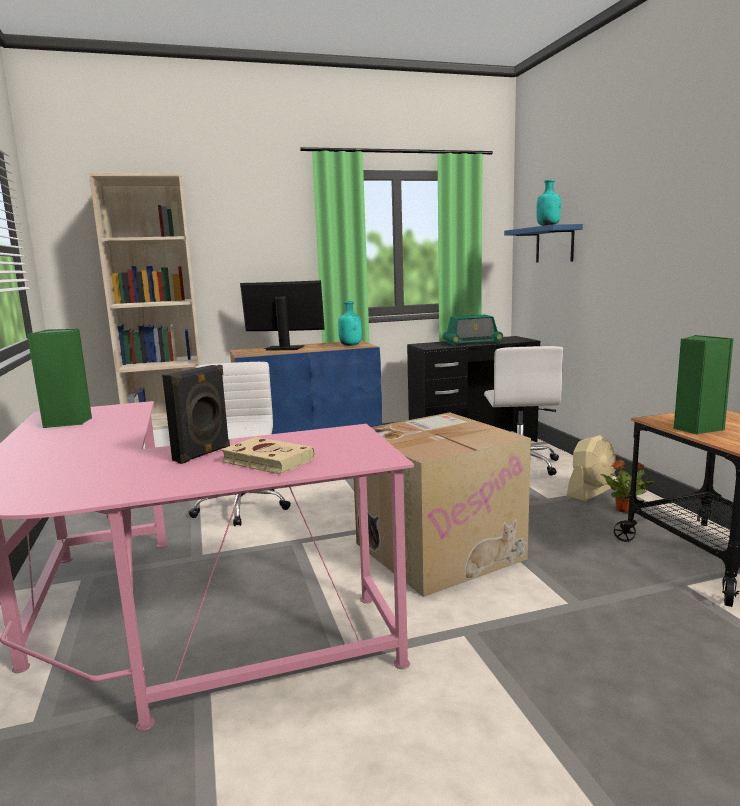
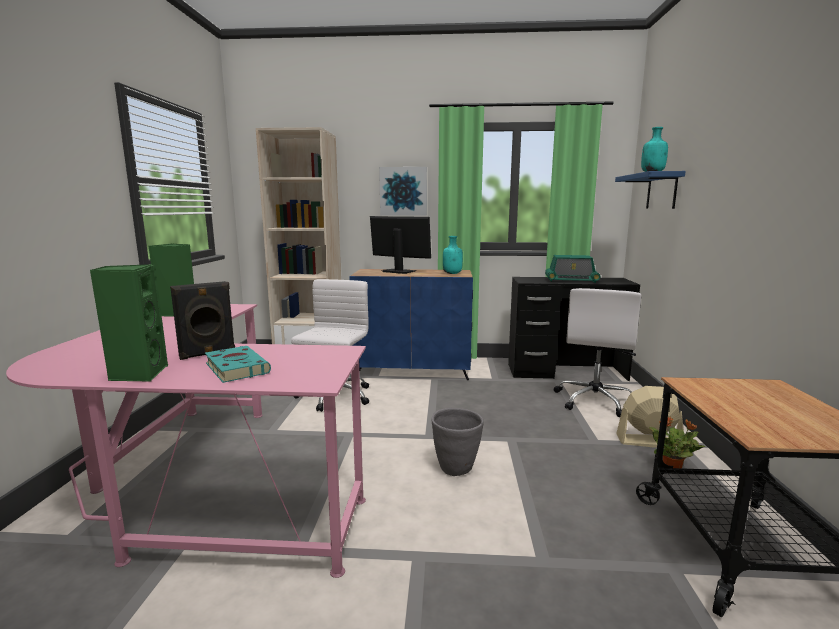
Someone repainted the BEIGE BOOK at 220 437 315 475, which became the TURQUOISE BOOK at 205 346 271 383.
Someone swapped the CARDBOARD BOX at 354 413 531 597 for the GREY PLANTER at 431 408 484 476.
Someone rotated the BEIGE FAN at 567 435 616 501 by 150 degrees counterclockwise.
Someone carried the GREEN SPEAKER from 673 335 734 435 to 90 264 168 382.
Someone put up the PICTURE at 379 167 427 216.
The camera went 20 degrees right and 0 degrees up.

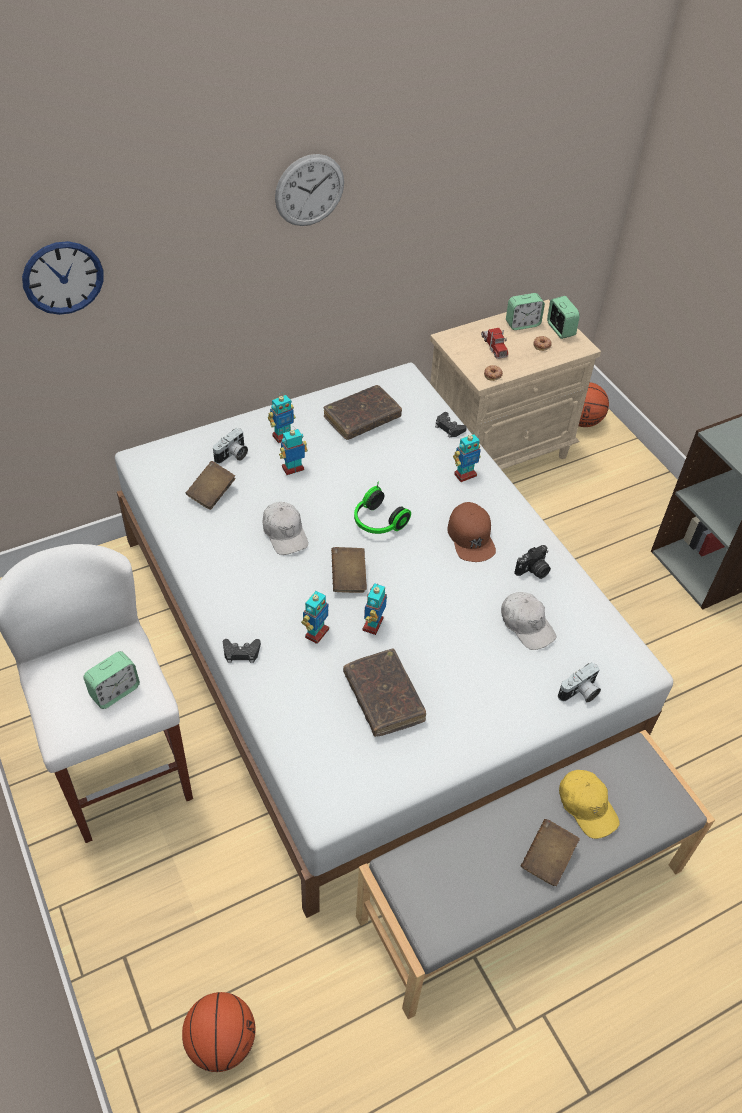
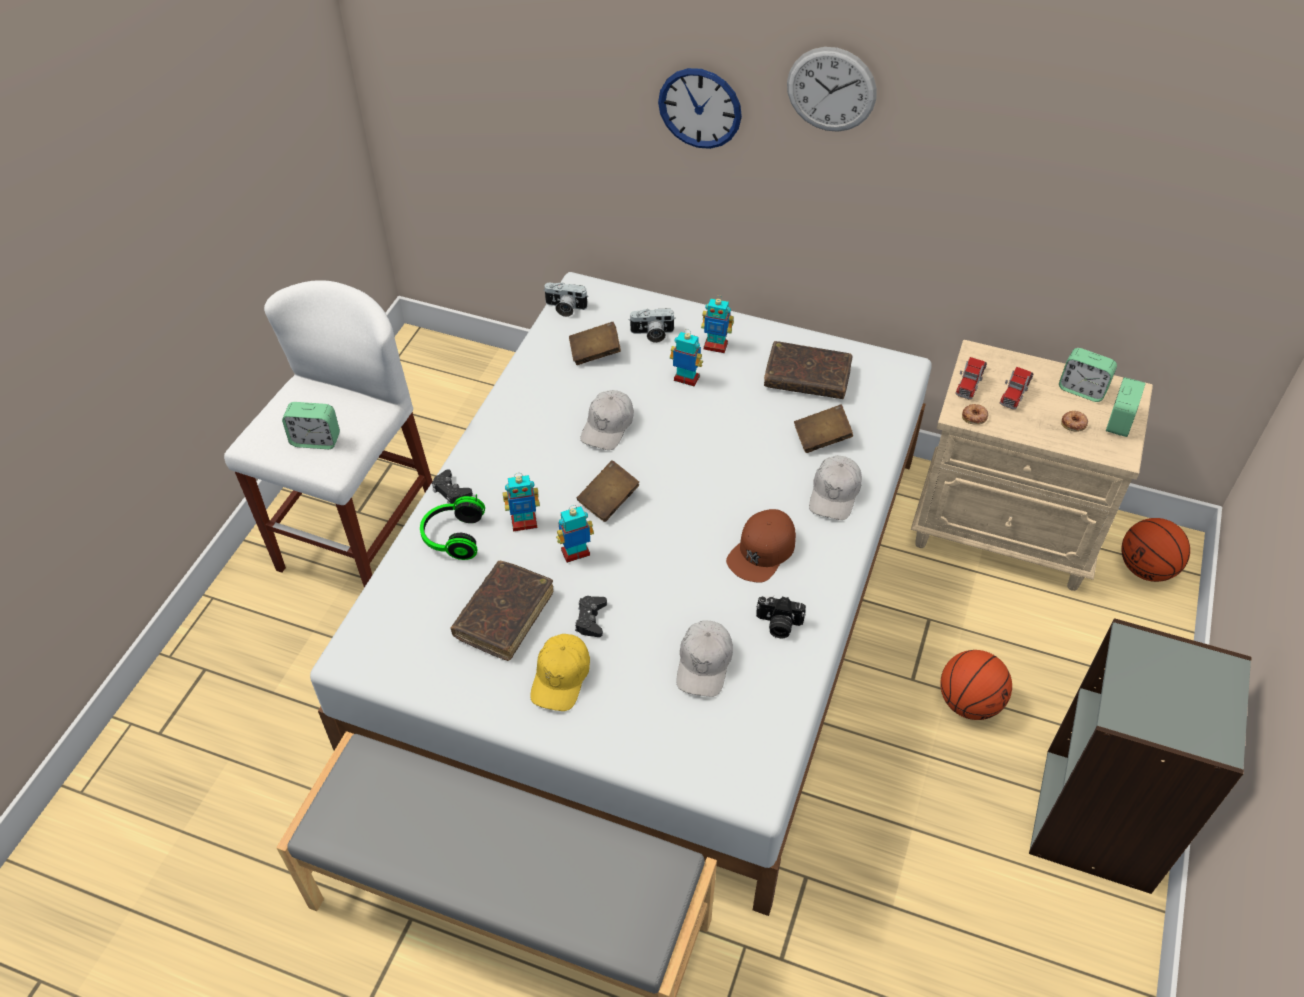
Someone carried the WALL CLOCK from 22 241 104 315 to 658 68 742 149.
Someone carried the BASKETBALL from 182 992 256 1072 to 940 650 1012 720.
Someone carried the HEADPHONES from 354 482 411 534 to 420 494 485 560.
Someone carried the BLACK GAME CONTROLLER from 435 412 467 438 to 575 596 607 637.
Someone swapped the TOY ROBOT at 453 432 481 482 for the WHITE CAP at 809 456 862 520.
Someone carried the BROWN BOOK from 521 819 580 886 to 794 404 853 453.
Someone carried the PHOTO CAMERA from 558 662 601 703 to 544 282 588 317.
Someone carried the YELLOW CAP from 559 770 620 839 to 530 634 590 711.
Someone put down the TOY TRUCK at 955 357 987 399.
The camera went 50 degrees right and 0 degrees up.

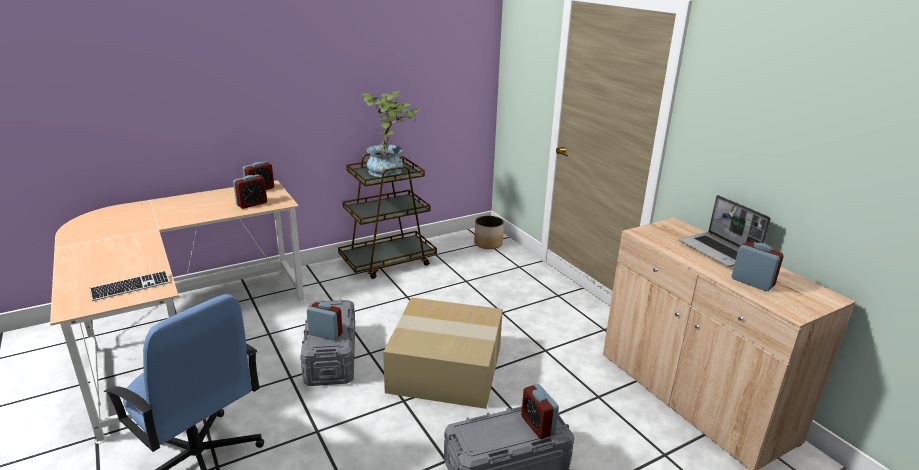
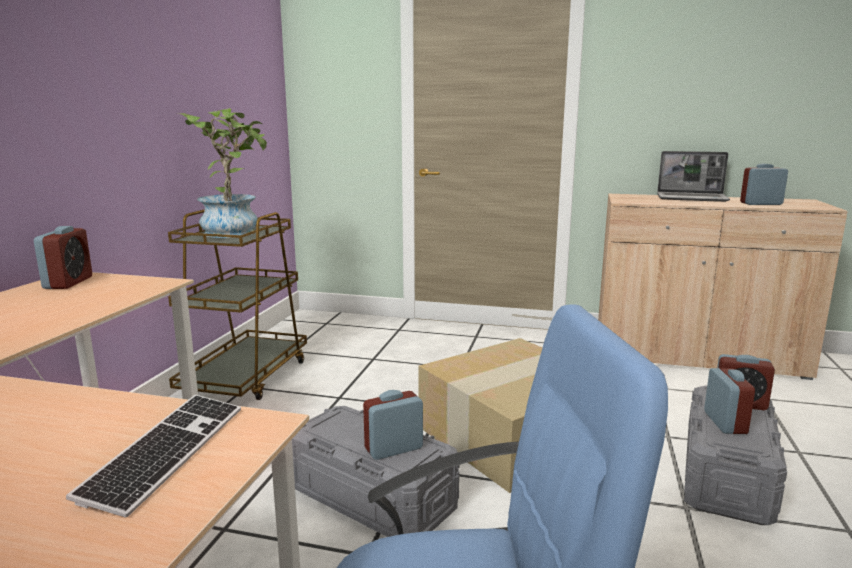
Someone carried the ALARM CLOCK from 233 174 267 209 to 704 368 755 434.
Someone took away the PLANTER at 474 216 504 249.
The camera went 45 degrees left and 10 degrees down.

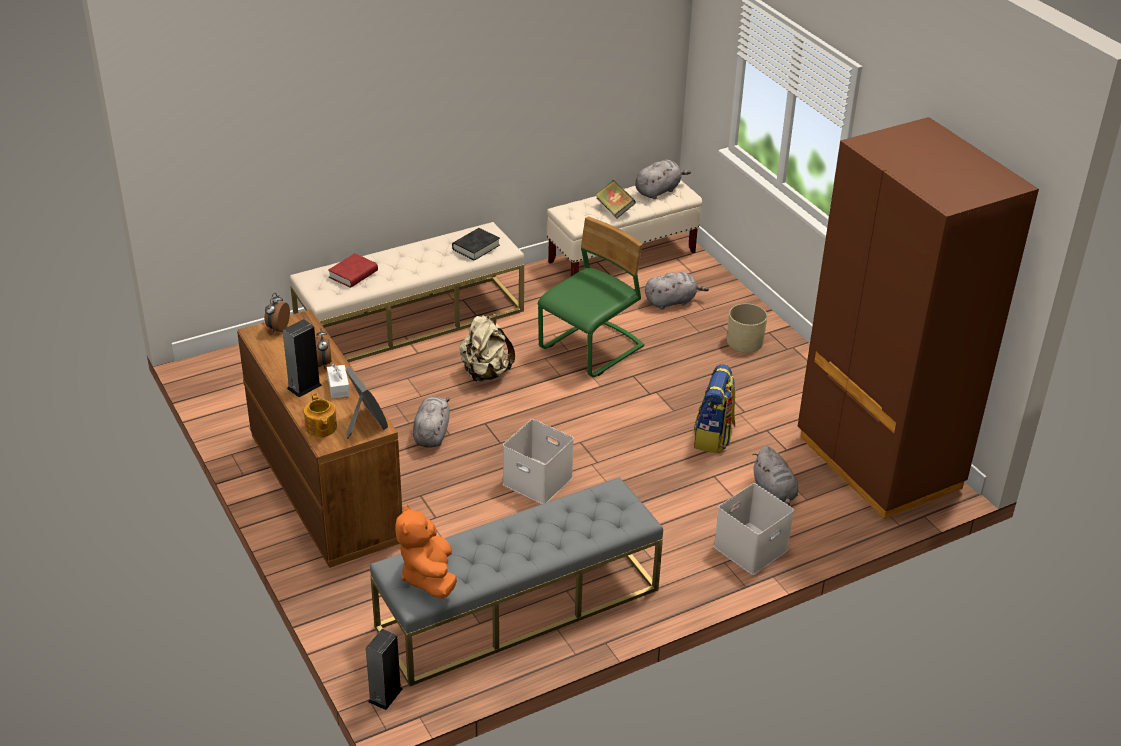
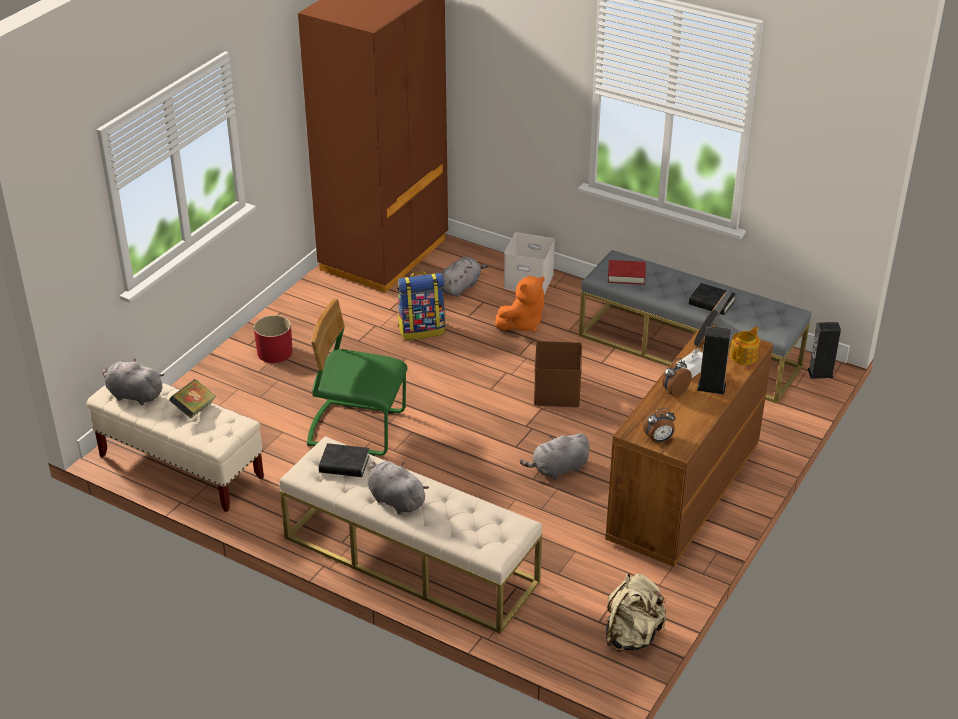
Someone carried the RED BOOK from 328 253 378 288 to 608 260 646 285.
Someone carried the ORANGE PLUSH TOY from 395 504 457 599 to 495 276 545 332.
Someone carried the BEIGE BACKPACK from 459 314 515 382 to 606 573 666 652.
Someone repainted the WHITE STORAGE BOX at 503 419 574 504, which became the BROWN STORAGE BOX at 534 341 582 407.
Someone carried the GREY PLUSH TOY from 645 272 709 310 to 368 461 429 514.
Someone repainted the BEIGE PLANTER at 727 303 767 353, which became the RED PLANTER at 254 315 293 363.
Someone put down the BLACK BOOK at 689 283 736 315.
The camera went 120 degrees left and 0 degrees up.

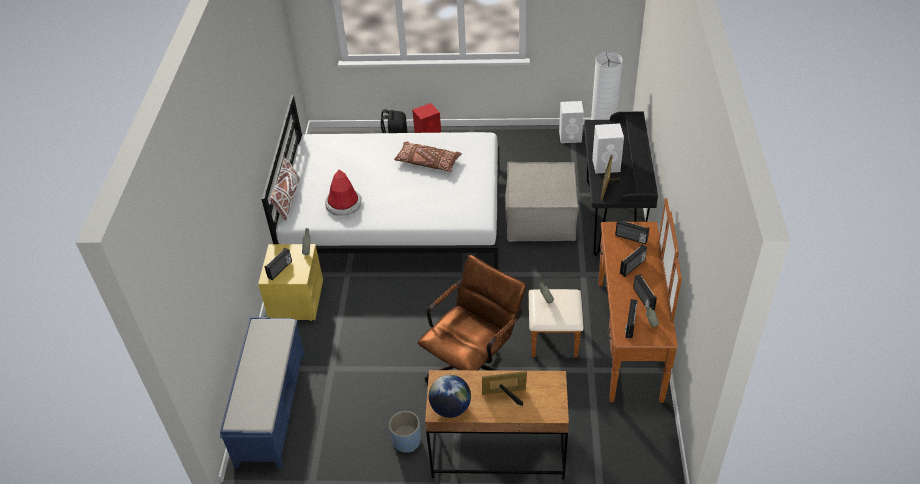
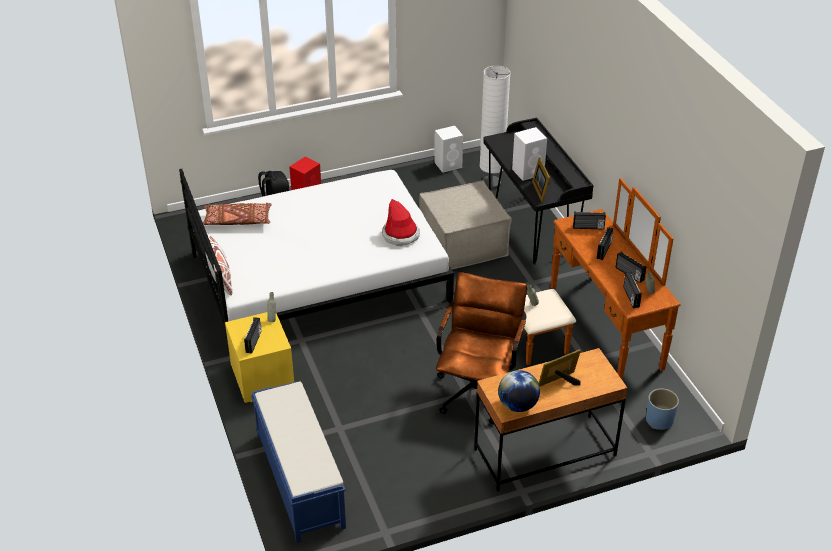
Someone carried the HAT from 325 170 362 216 to 382 199 420 246.
Someone carried the BLUE PLANTER from 389 411 421 452 to 646 388 679 430.
Someone carried the BROWN PILLOW from 394 141 462 172 to 203 203 272 225.
The camera went 25 degrees left and 5 degrees down.

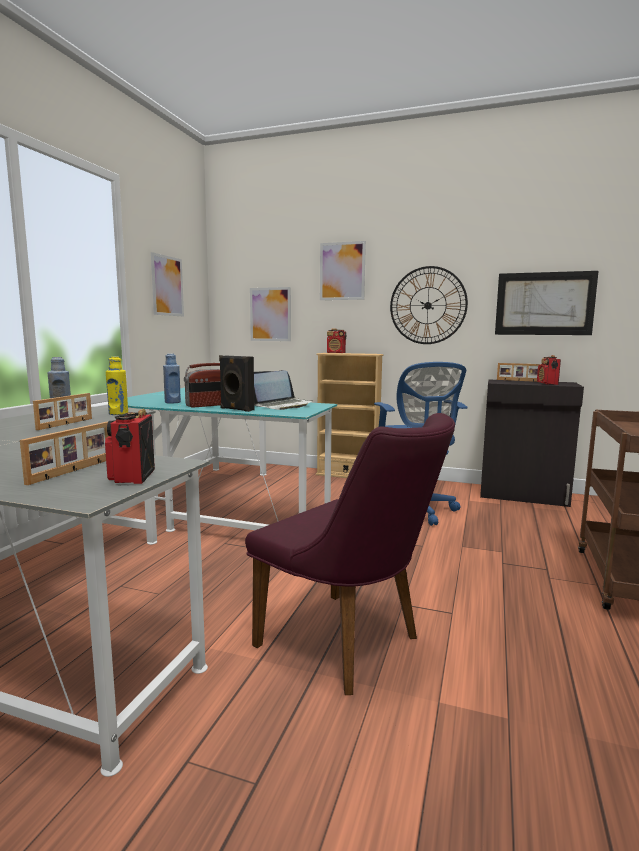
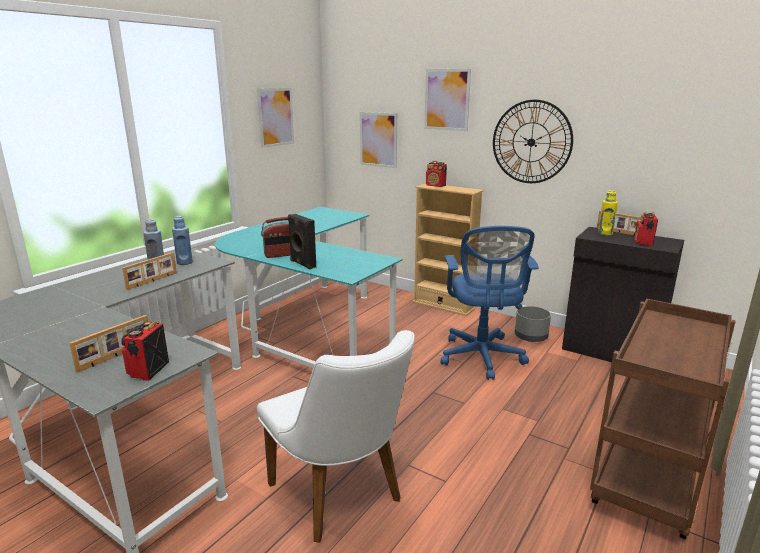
Someone carried the YELLOW BOTTLE from 106 357 128 415 to 598 190 618 236.
Someone carried the BLUE BOTTLE from 163 353 181 404 to 172 216 193 265.
Someone repainted the PURPLE CHAIR at 245 413 455 695, which became the WHITE CHAIR at 257 330 415 543.
Someone took away the LAPTOP at 254 370 313 410.
Someone took away the PICTURE at 495 271 598 335.
Someone put down the GREY PLANTER at 515 306 551 342.
The camera went 15 degrees right and 10 degrees up.

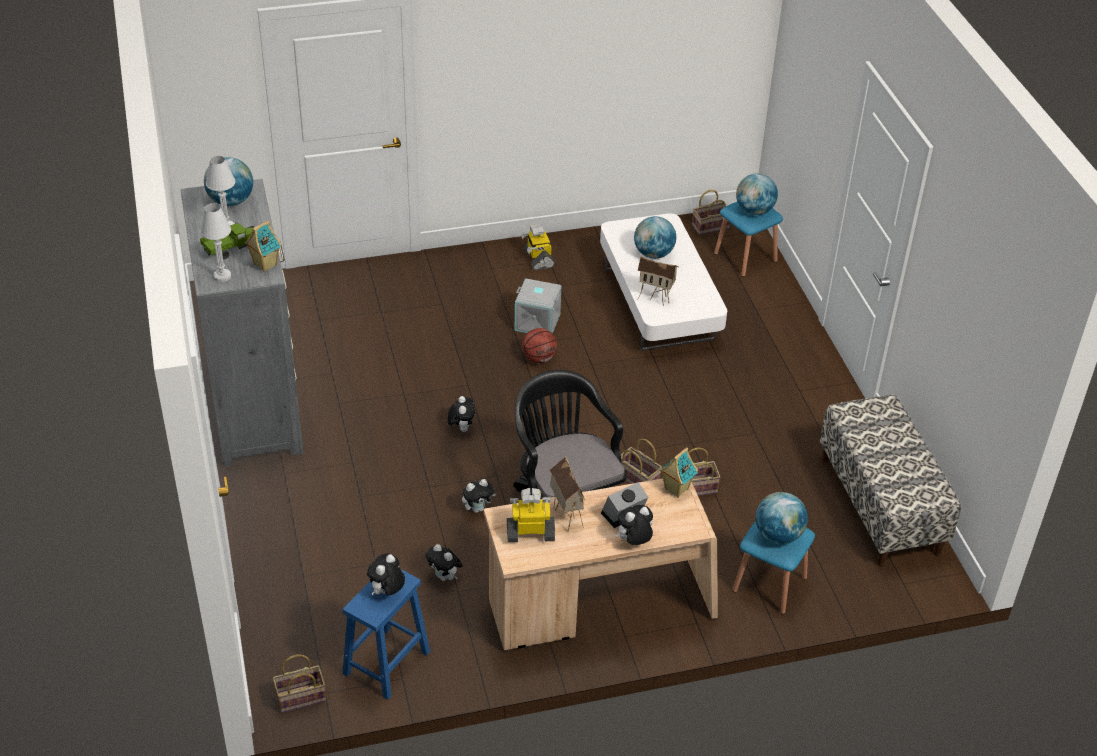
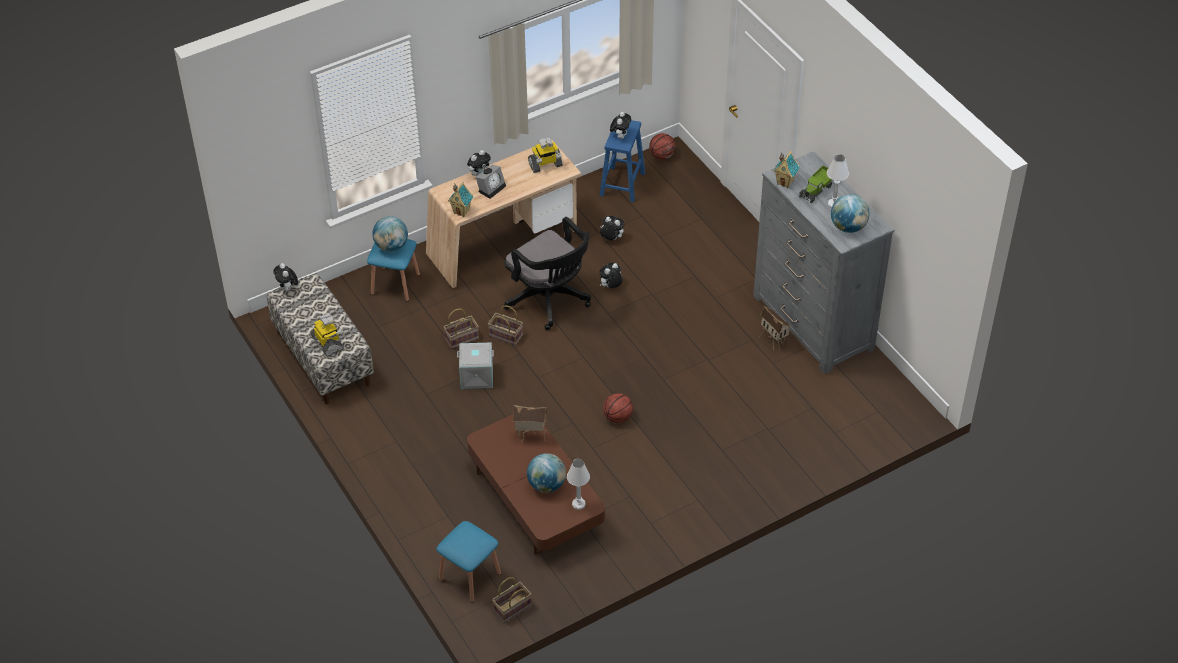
Someone carried the WHITE TABLE LAMP from 200 203 231 282 to 567 459 590 510.
Someone swapped the BASKET at 273 655 326 713 for the BASKETBALL at 649 133 676 160.
Someone carried the PLUSH TOY from 448 396 475 432 to 273 263 298 291.
Someone carried the GREY STORAGE BOX from 515 279 562 334 to 457 342 494 389.
Someone carried the TOY ROBOT from 521 224 555 270 to 311 313 345 356.
Someone carried the TOY HOUSE from 549 456 585 532 to 760 306 791 351.
Someone repainted the WHITE COFFEE TABLE at 600 213 727 351, which became the BROWN COFFEE TABLE at 467 415 605 555.
Someone took away the GLOBE at 736 173 778 215.
The camera went 165 degrees right and 5 degrees up.

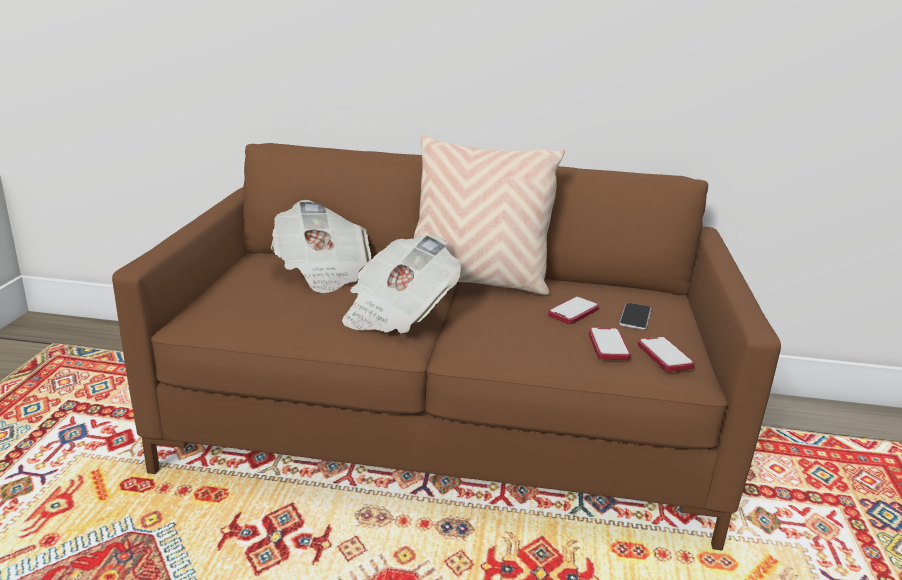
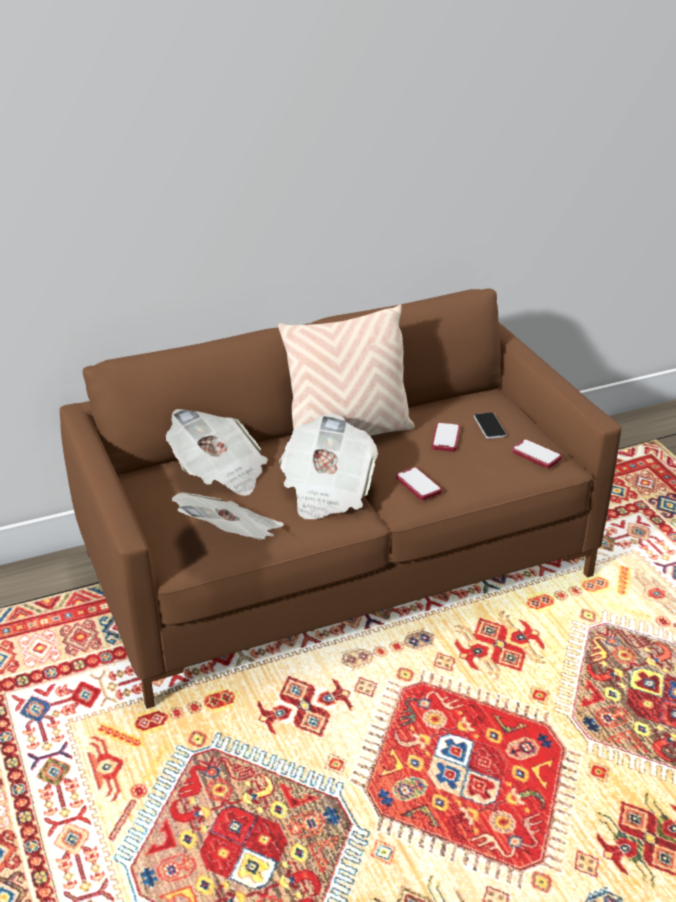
Someone carried the PHONE from 589 328 631 360 to 396 467 442 500.
Someone put down the NEWSPAPER at 172 492 284 540.
The camera went 30 degrees left and 10 degrees up.

